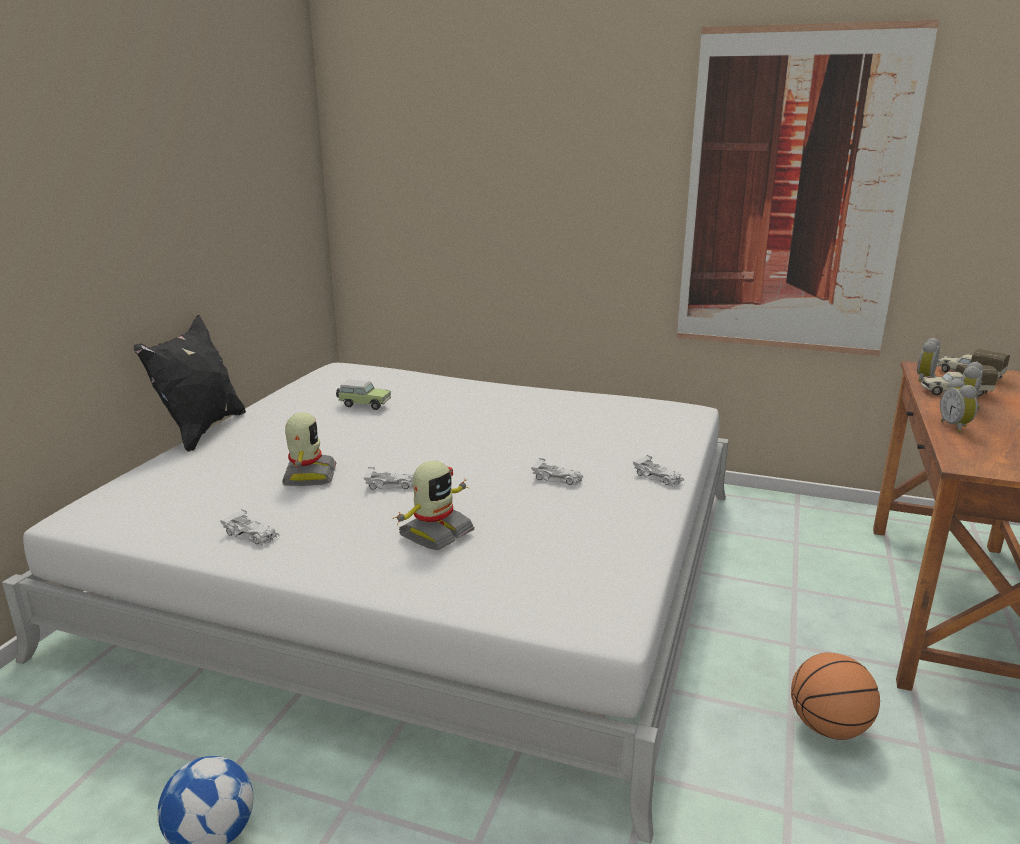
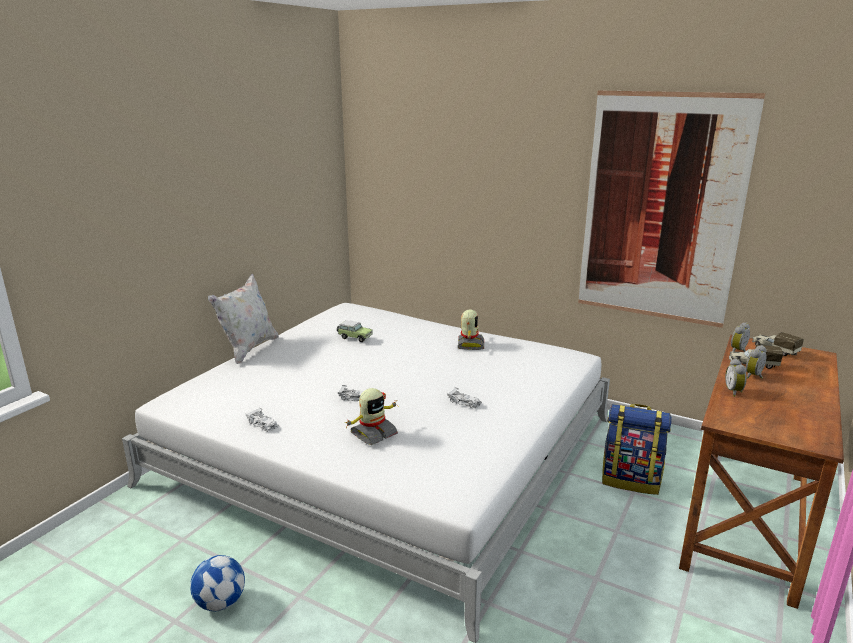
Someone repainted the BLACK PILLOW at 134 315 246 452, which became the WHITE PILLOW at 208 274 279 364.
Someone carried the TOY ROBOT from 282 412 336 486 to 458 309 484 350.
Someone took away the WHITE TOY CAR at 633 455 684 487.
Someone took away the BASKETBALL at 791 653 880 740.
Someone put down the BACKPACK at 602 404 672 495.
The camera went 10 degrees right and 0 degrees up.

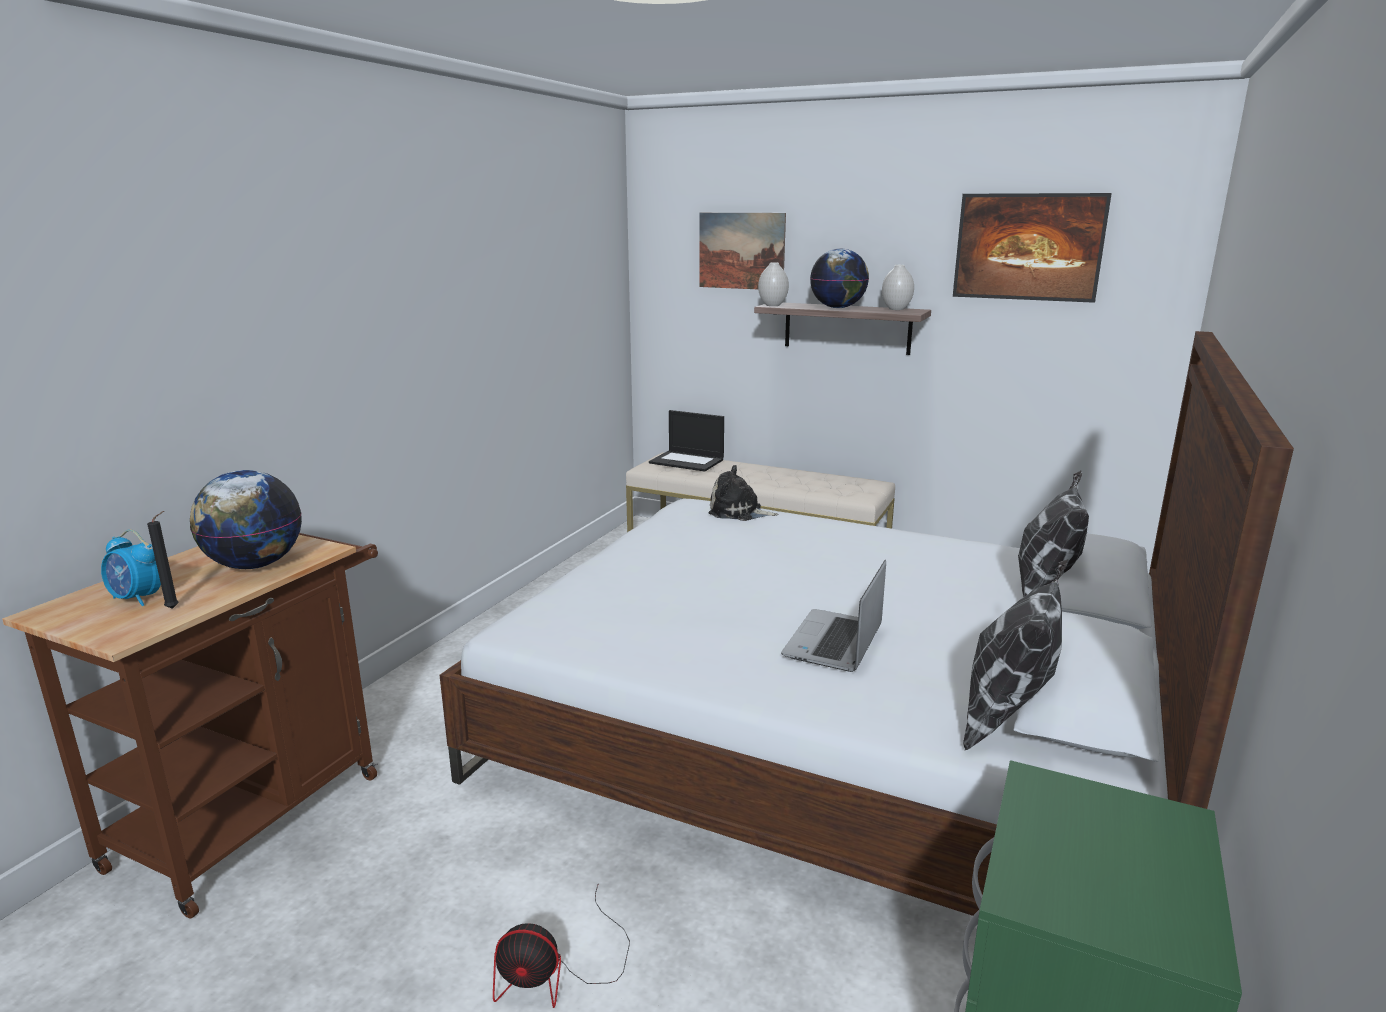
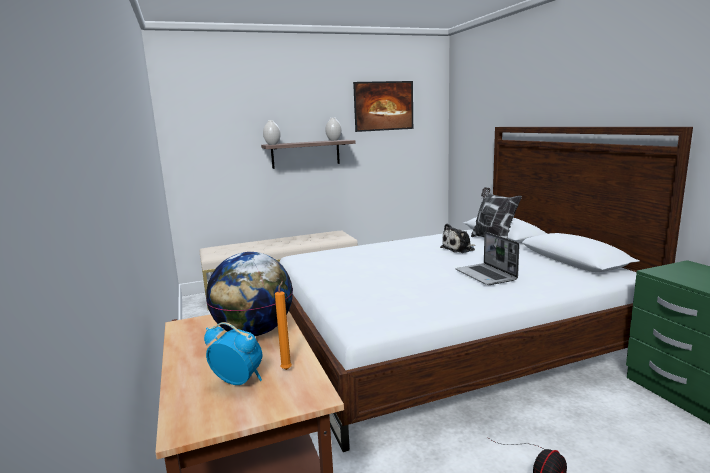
Someone rotated the ALARM CLOCK at 101 529 161 606 by 135 degrees counterclockwise.
Someone repainted the BLACK CANDLE at 147 511 179 609, which became the ORANGE CANDLE at 275 281 292 370.
Someone took away the LAPTOP at 649 410 724 471.
Someone took away the PICTURE at 699 213 786 289.
Someone carried the PLUSH TOY from 708 465 778 521 to 440 223 475 253.
Someone took away the GLOBE at 810 248 869 308.
Someone took away the PILLOW at 963 559 1068 750.
The camera went 45 degrees left and 5 degrees down.

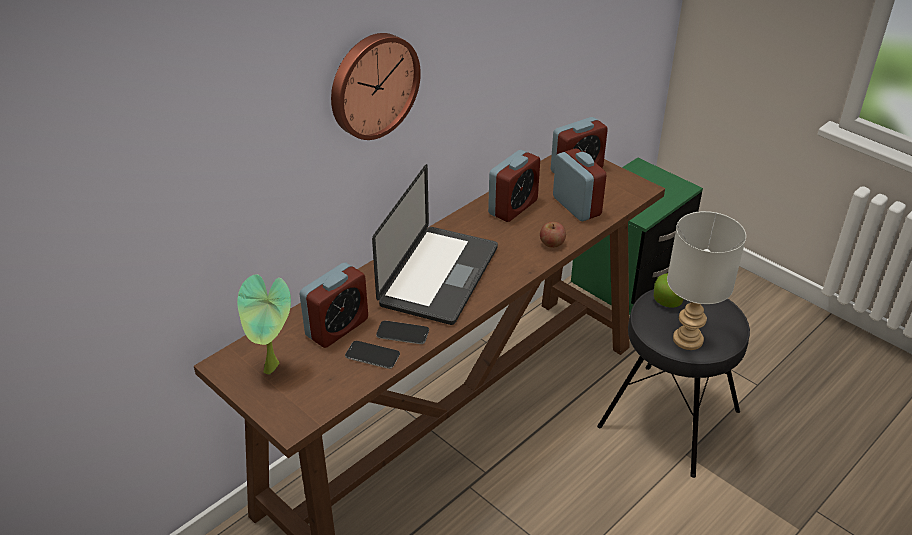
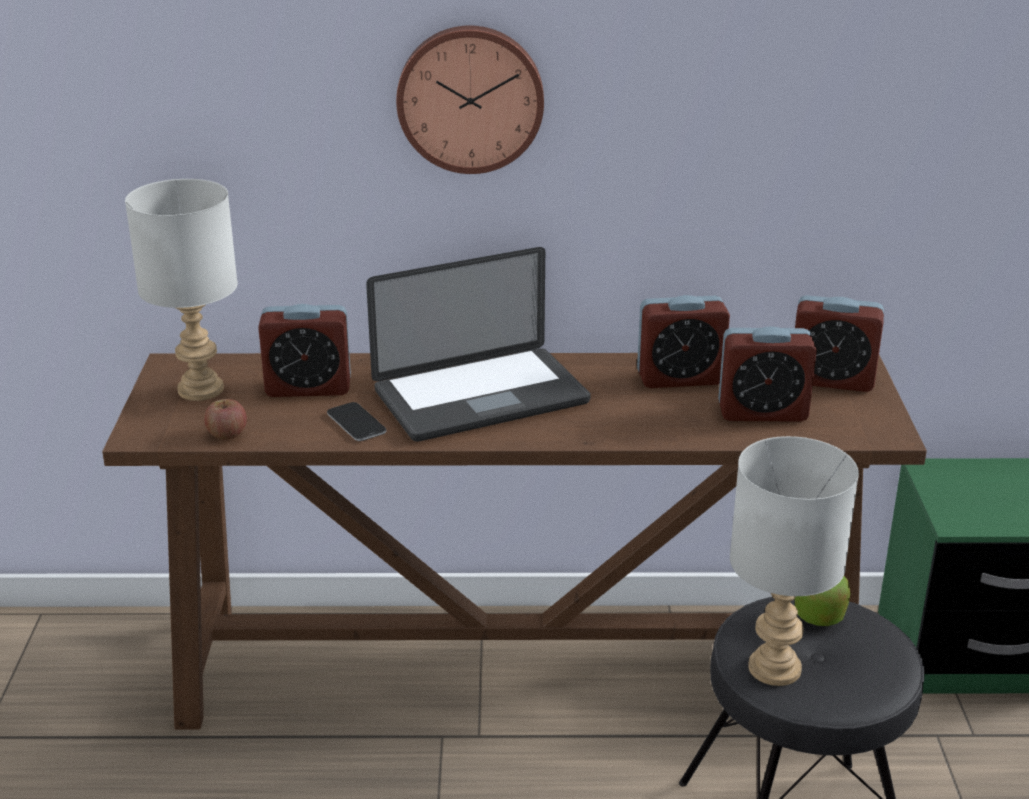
Someone swapped the POTTED PLANT at 237 274 291 374 for the GREY TABLE LAMP at 125 179 238 401.
Someone took away the PHONE at 345 341 400 369.
Someone carried the APPLE from 540 222 566 248 to 204 399 247 440.
Someone rotated the ALARM CLOCK at 553 148 607 221 by 75 degrees clockwise.
The camera went 45 degrees right and 10 degrees down.

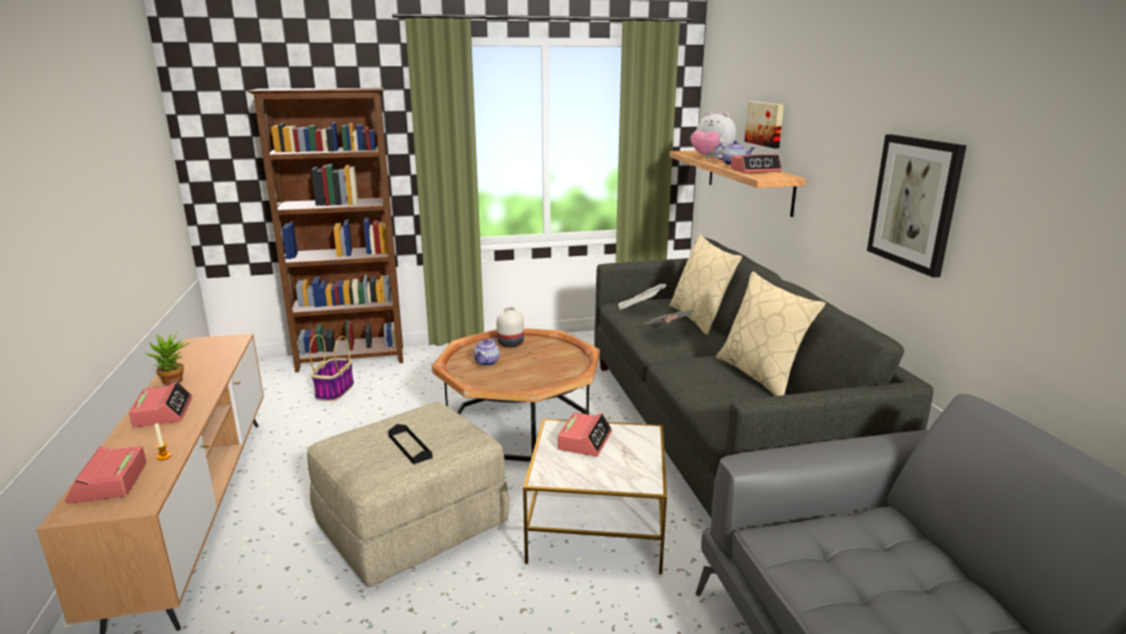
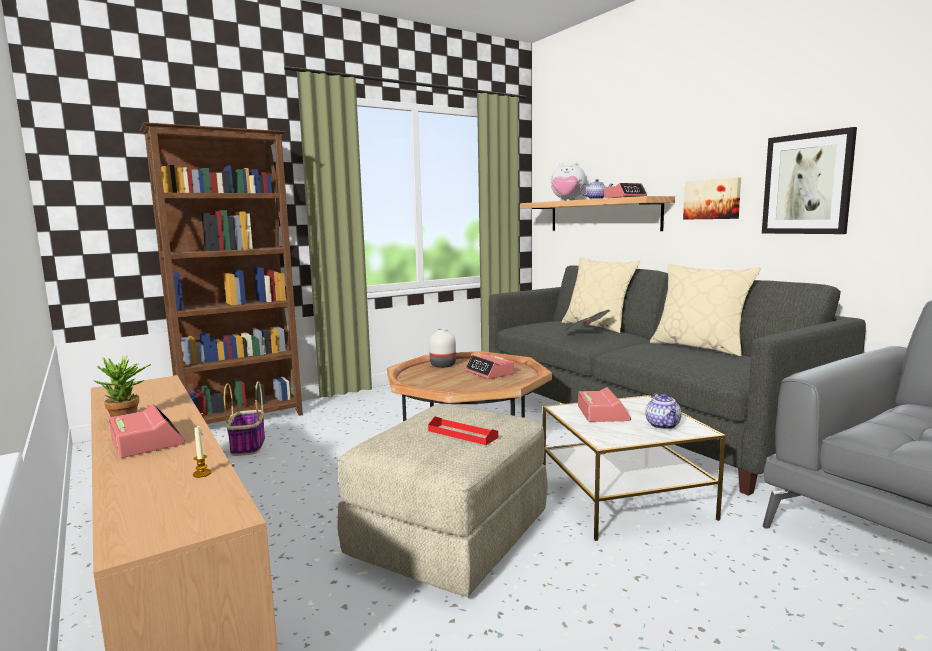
Someone carried the ALARM CLOCK from 65 446 147 503 to 465 355 514 379.
Someone repainted the BLACK TRAY at 388 424 433 464, which became the RED TRAY at 428 417 498 445.
Someone carried the TEAPOT from 474 337 500 366 to 645 393 682 429.
Someone took away the NEWSPAPER at 618 284 666 310.
Someone carried the PICTURE from 744 101 784 148 to 683 178 741 220.
The camera went 20 degrees left and 10 degrees down.

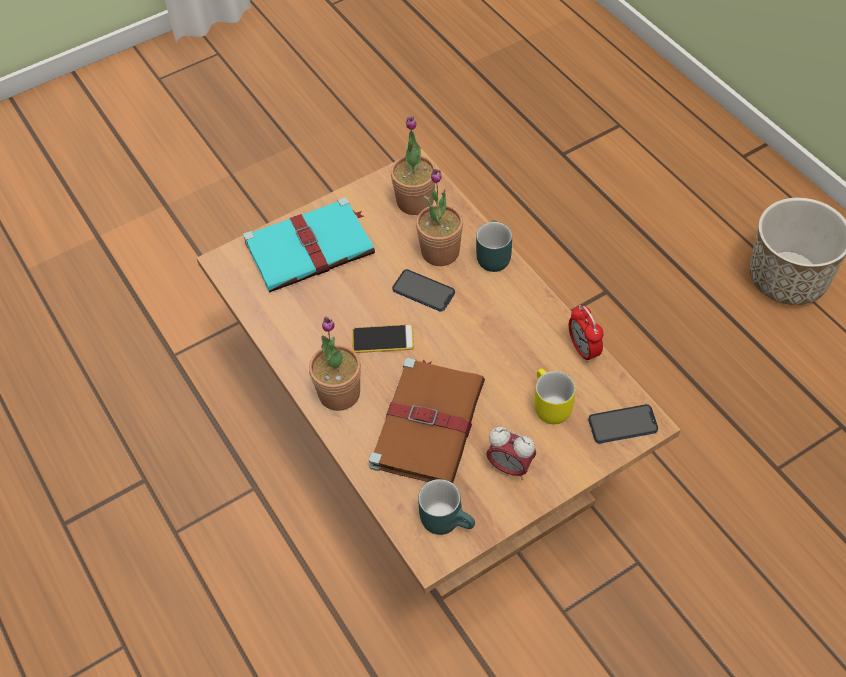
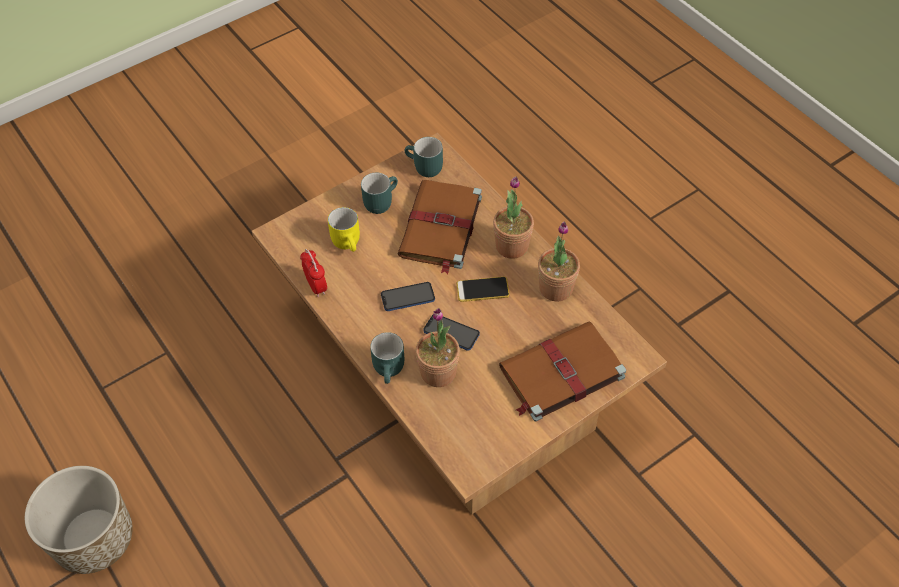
Someone repainted the TURQUOISE BOOK at 243 197 375 293, which became the BROWN BOOK at 499 321 626 422.
Someone carried the POTTED PLANT from 391 116 436 215 to 538 222 580 301.
Someone swapped the ALARM CLOCK at 486 427 536 480 for the TURQUOISE MUG at 361 172 398 214.
Someone carried the PHONE from 588 404 658 444 to 381 282 435 311.
The camera went 175 degrees right and 0 degrees up.

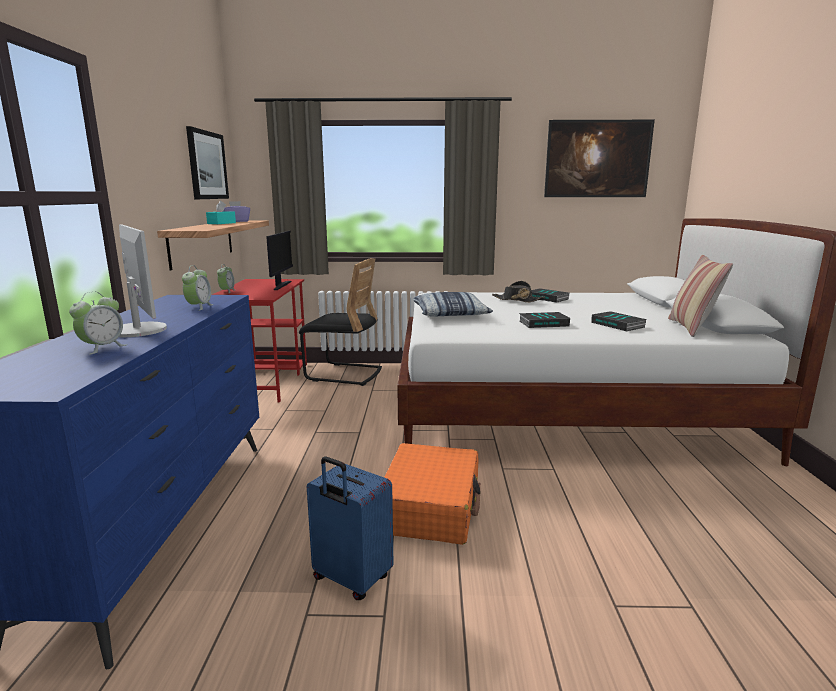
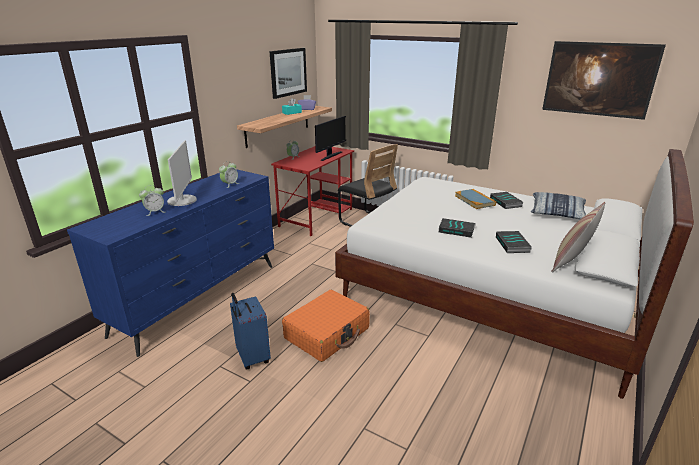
Someone carried the PILLOW from 413 292 493 317 to 531 192 586 219.
Someone swapped the BLACK HAT at 492 281 545 302 for the BOOK at 455 189 496 209.
The camera went 30 degrees right and 10 degrees up.

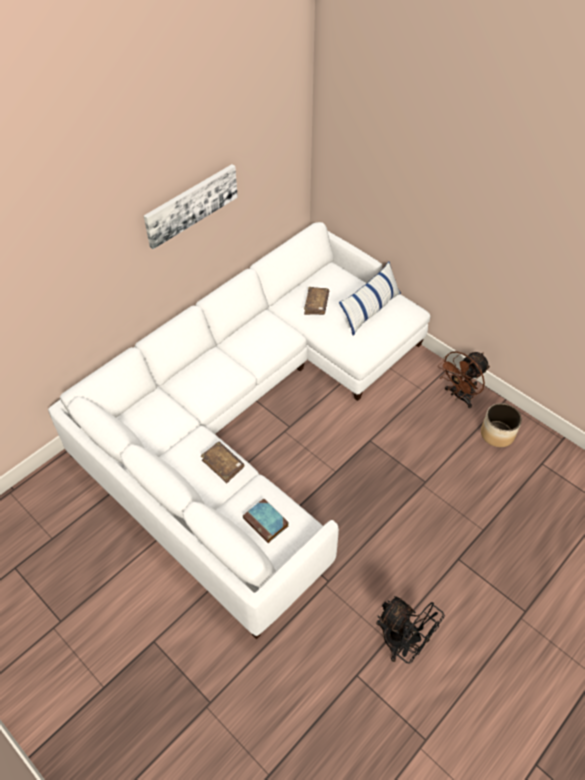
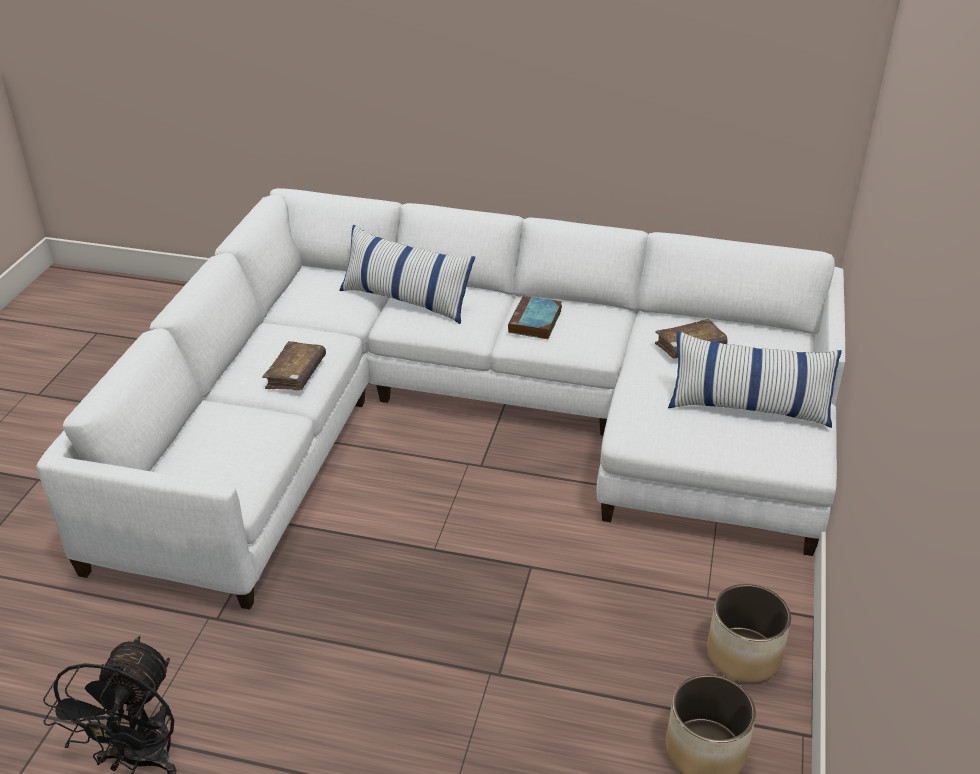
Someone took away the PICTURE at 144 164 238 249.
Someone carried the BOOK from 243 498 289 543 to 508 295 562 339.
Someone swapped the BROWN FAN at 438 351 490 408 for the PLANTER at 707 584 791 683.
Someone put down the PILLOW at 339 225 475 324.
The camera went 60 degrees right and 15 degrees down.

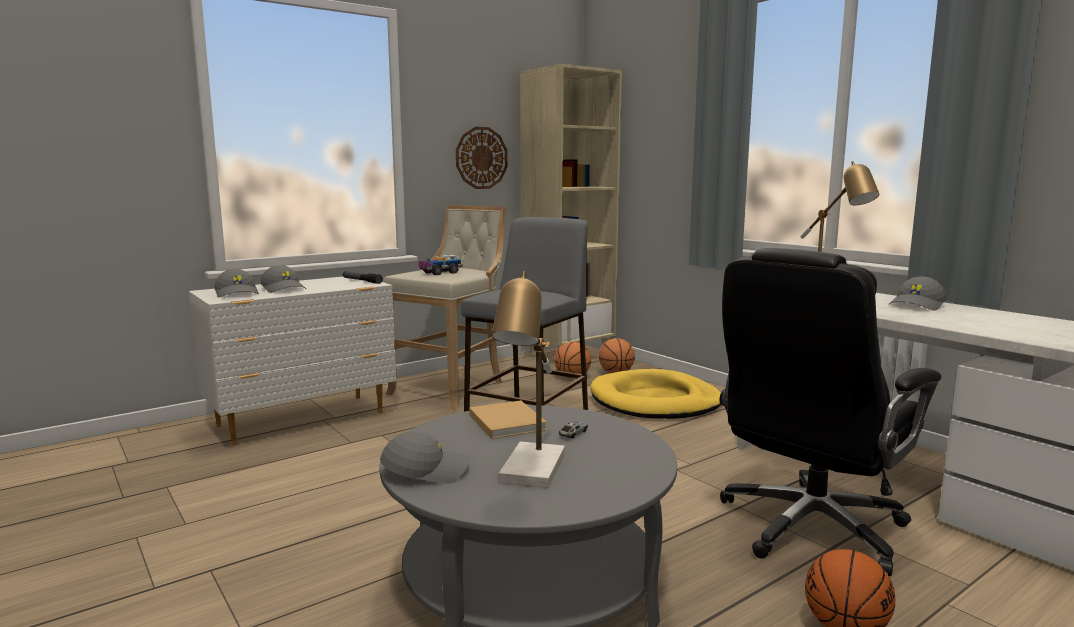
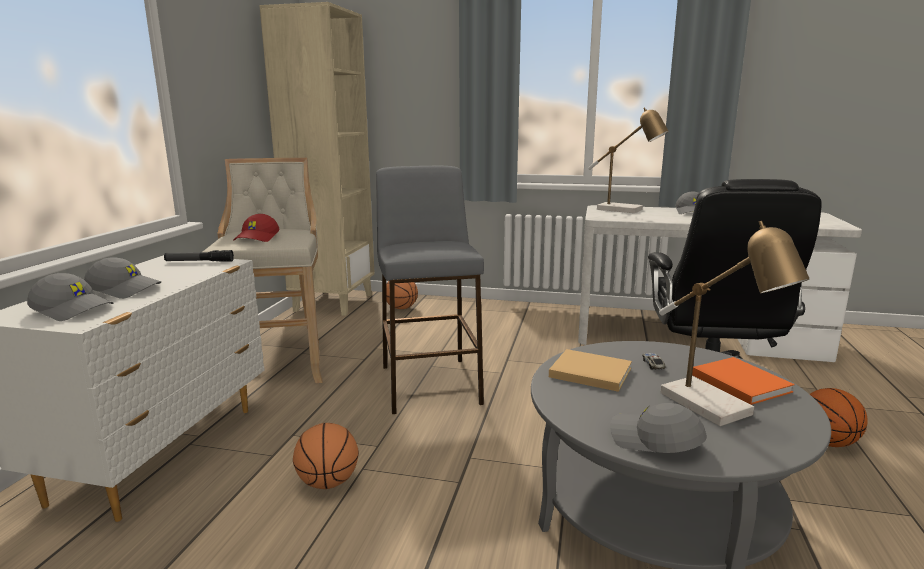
Someone rotated the GREY CAP at 380 432 470 484 by 90 degrees counterclockwise.
Someone swapped the TOY TRUCK at 419 254 462 275 for the RED CAP at 234 214 279 242.
Someone took away the WALL CLOCK at 456 127 508 189.
Someone carried the BASKETBALL from 554 342 591 379 to 293 423 359 489.
Someone took away the YELLOW DOG BED at 590 369 721 419.
Someone put down the ORANGE BOOK at 692 357 795 405.
The camera went 40 degrees left and 5 degrees up.

